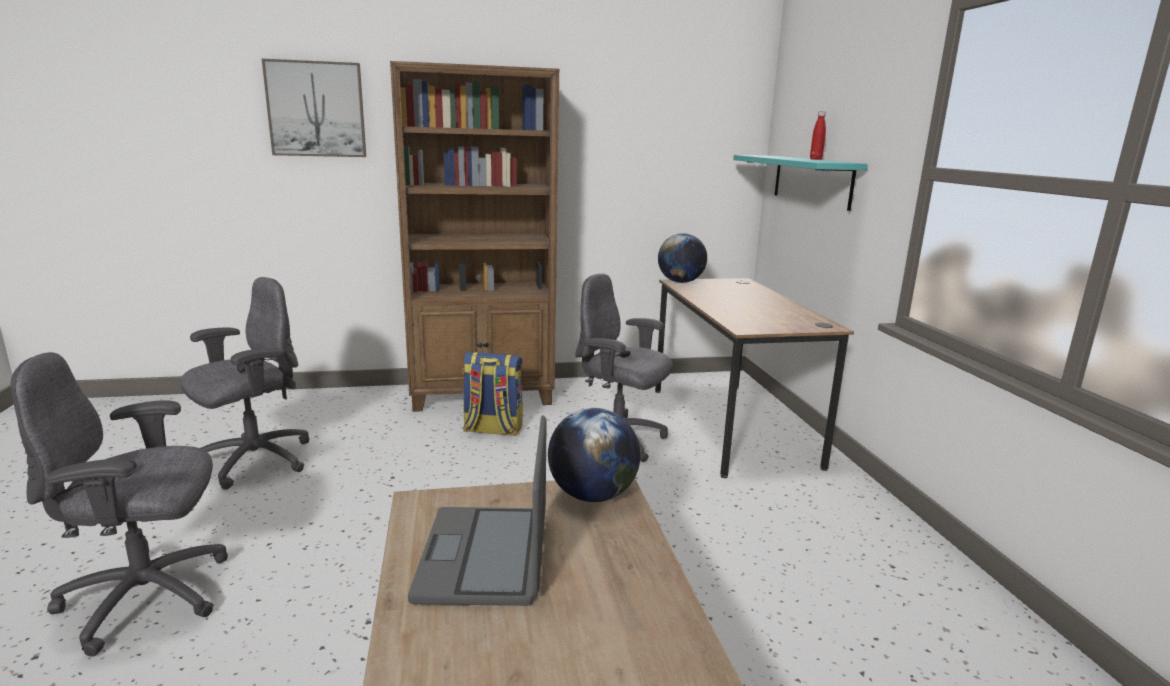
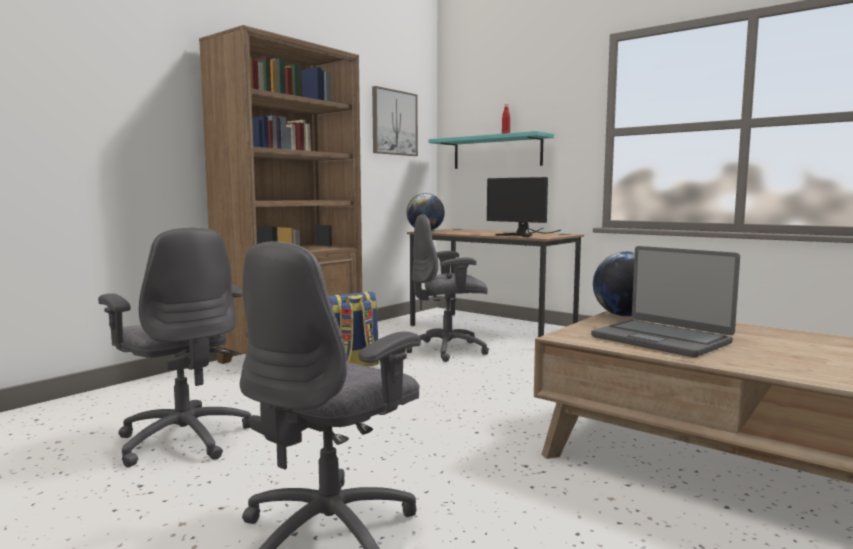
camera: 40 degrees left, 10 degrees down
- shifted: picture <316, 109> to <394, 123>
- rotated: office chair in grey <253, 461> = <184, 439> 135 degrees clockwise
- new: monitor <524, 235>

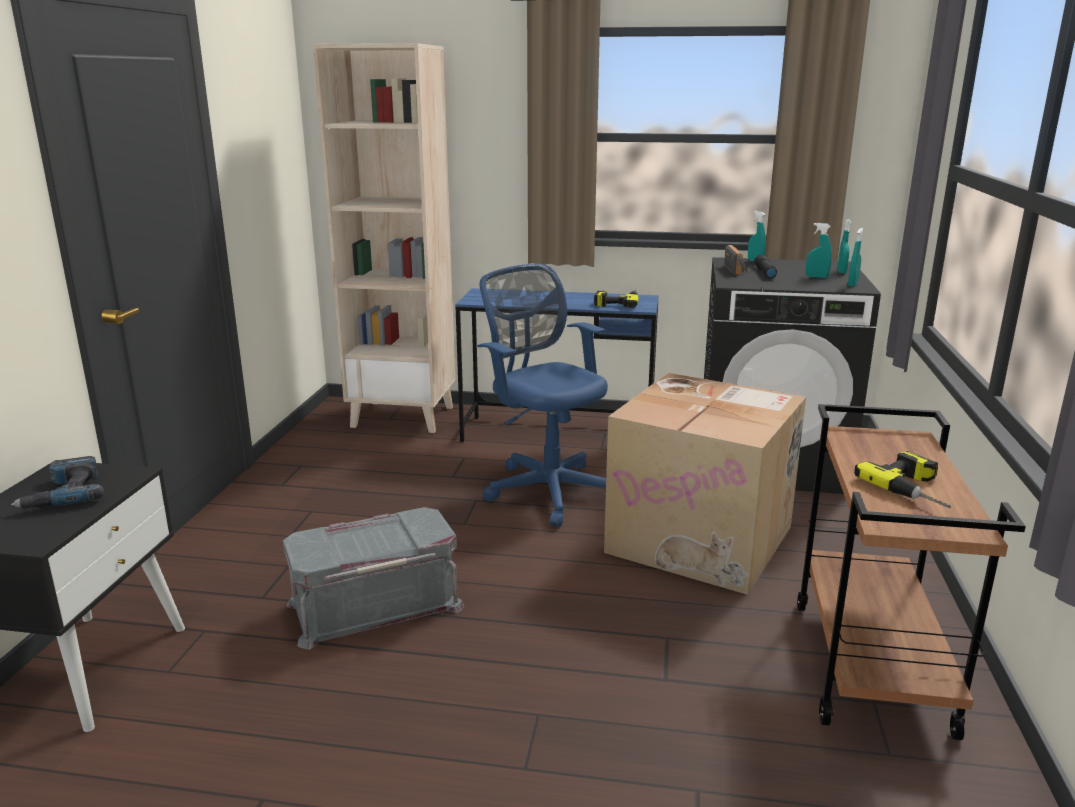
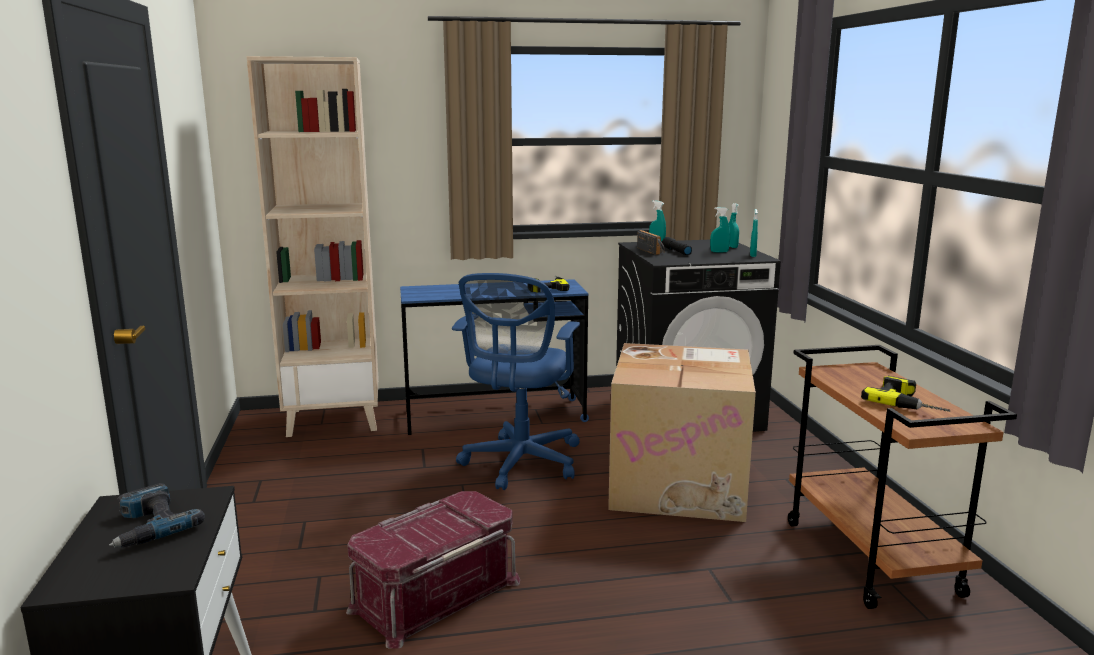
camera: 20 degrees left, 5 degrees down
- rotated: office chair in blue <547, 489> = <520, 464> 105 degrees counterclockwise
- repainted: storage box in grey <375, 604> to storage box in red <434, 594>

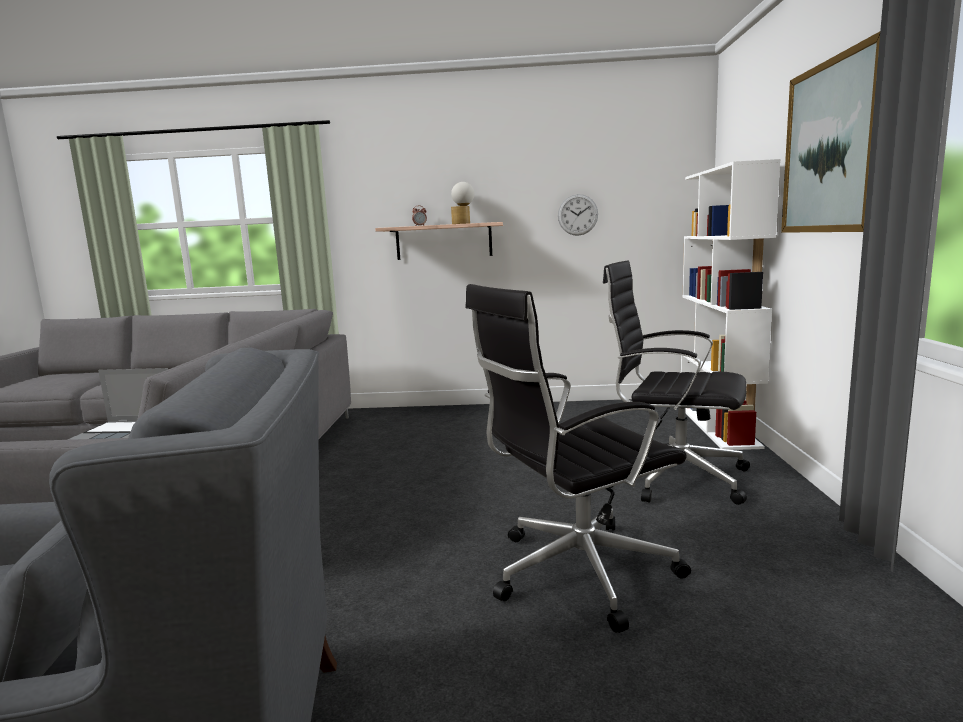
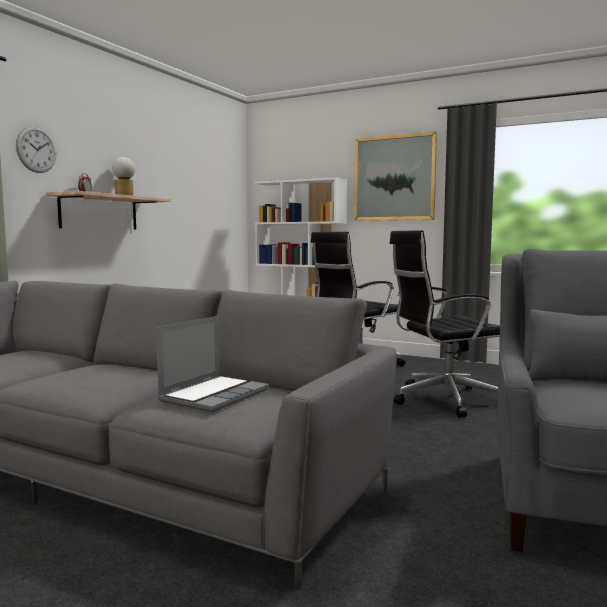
camera: 65 degrees left, 5 degrees down
- shifted: wall clock <577, 215> to <36, 149>
- rotated: office chair in black <576, 572> = <443, 400> 75 degrees clockwise

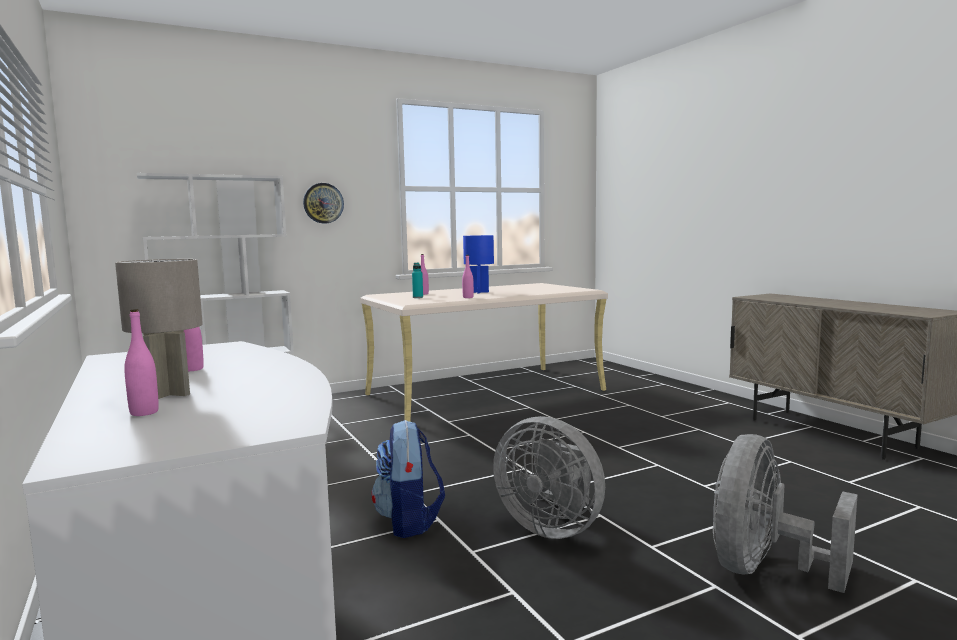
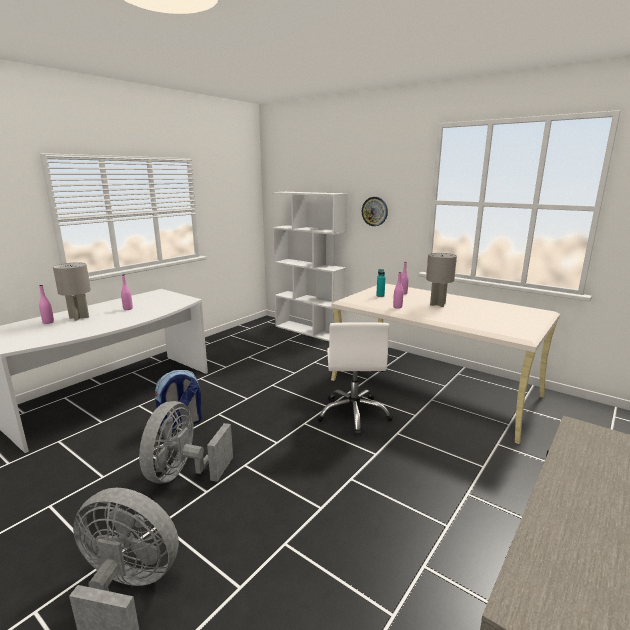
camera: 65 degrees right, 10 degrees up
- repainted: table lamp in blue <479, 292> to table lamp in grey <438, 304>
- new: office chair in white <354, 414>

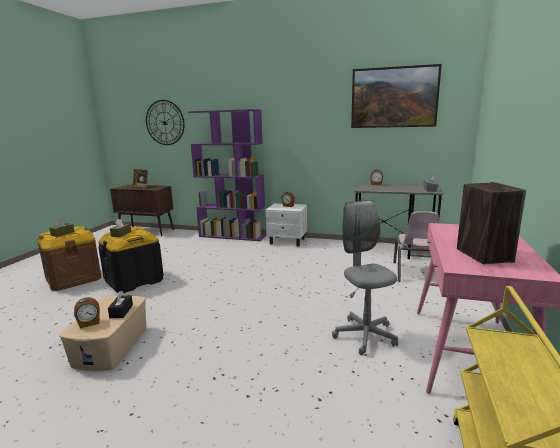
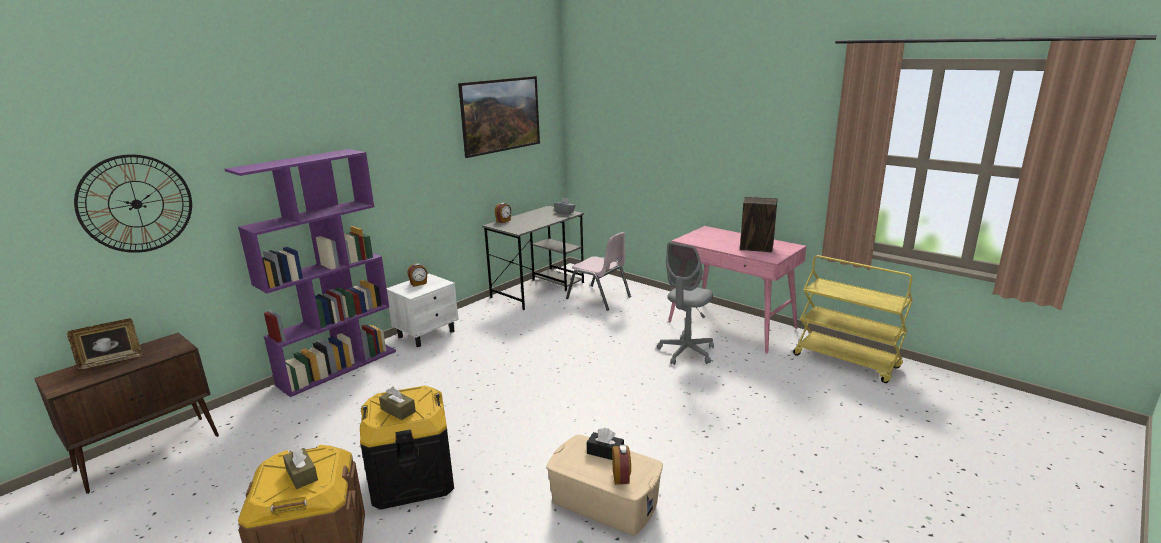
camera: 65 degrees left, 5 degrees up
- rotated: office chair in grey <365, 336> = <686, 352> 60 degrees counterclockwise

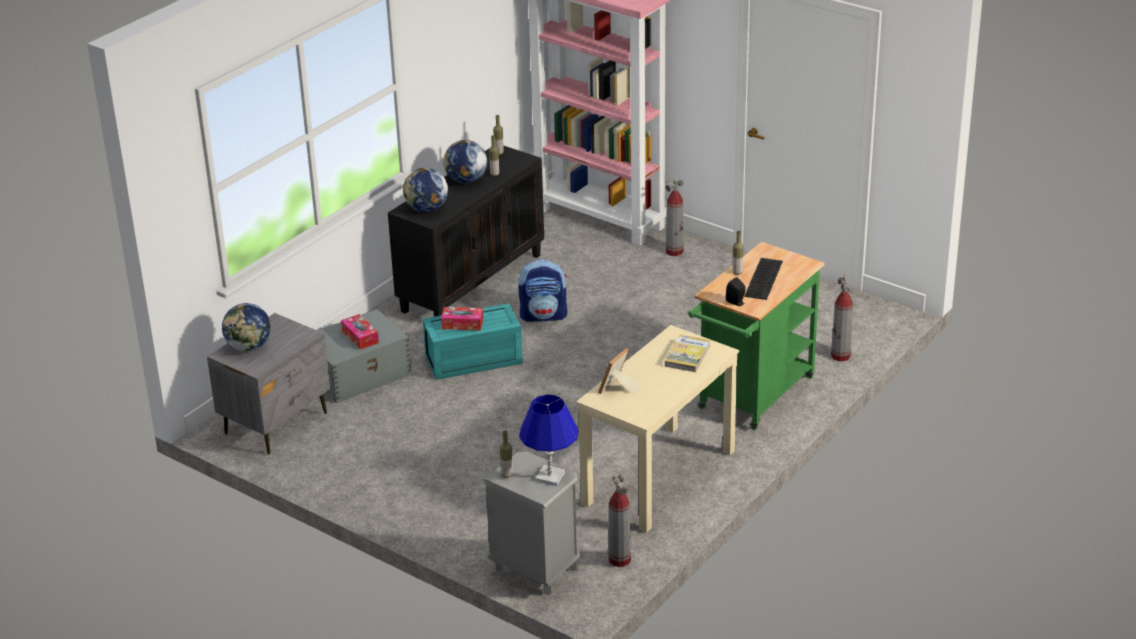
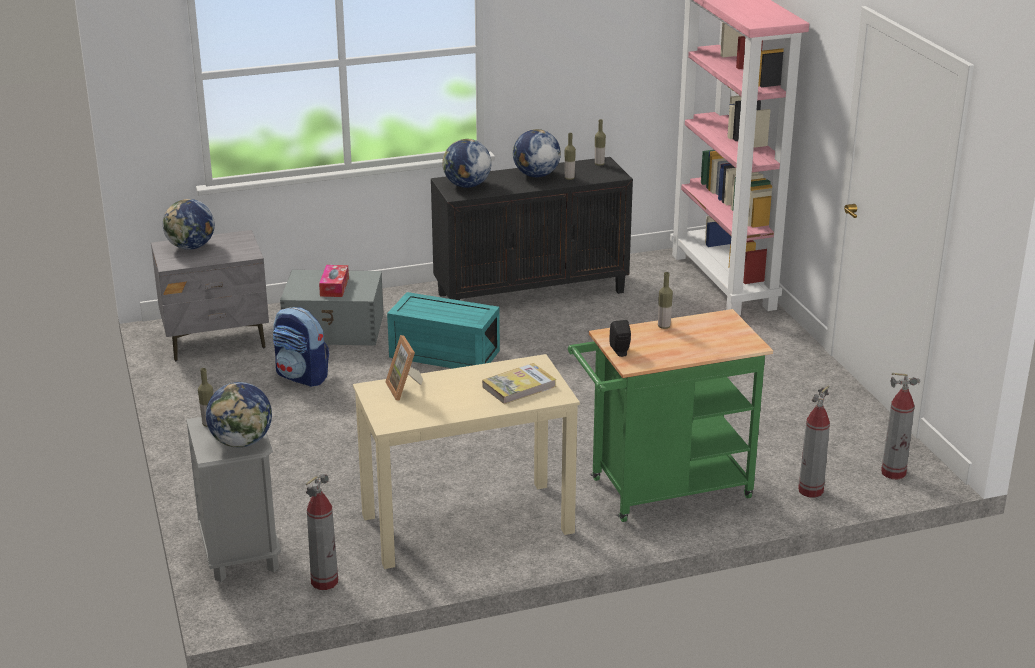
camera: 35 degrees right, 5 degrees down
- shifted: fire extinguisher <674, 251> to <893, 473>
- gone: keyboard <765, 279>
- shifted: backpack <544, 315> to <302, 376>
- gone: tissue box <462, 324>
- rotated: picture frame <617, 389> = <405, 389> 90 degrees counterclockwise
- swapped: table lamp in blue <550, 476> to globe <242, 442>

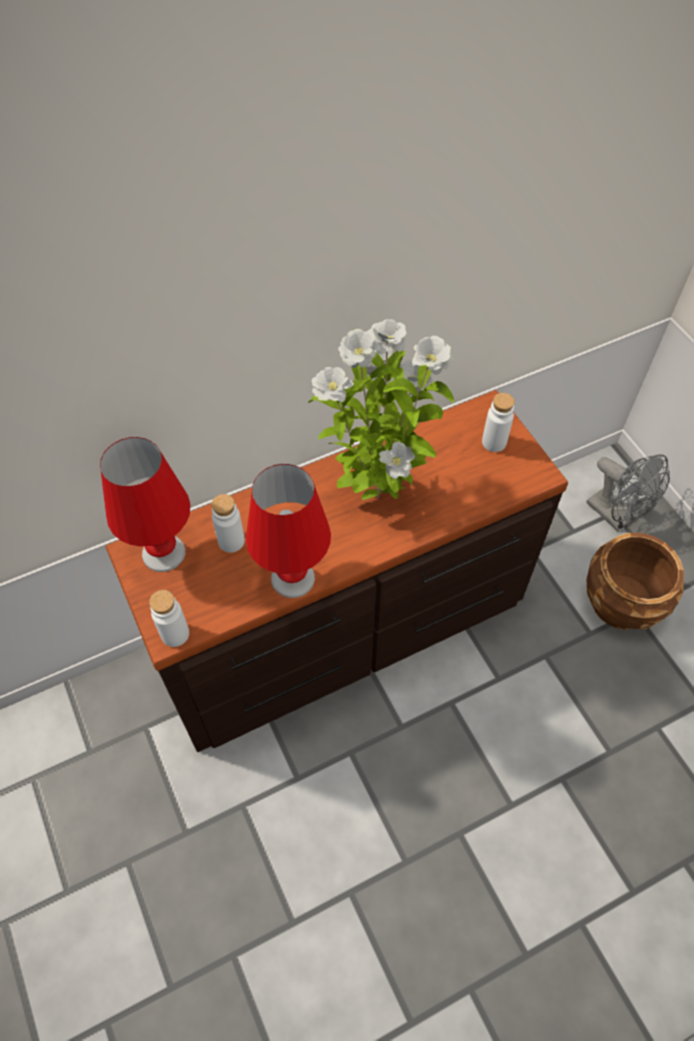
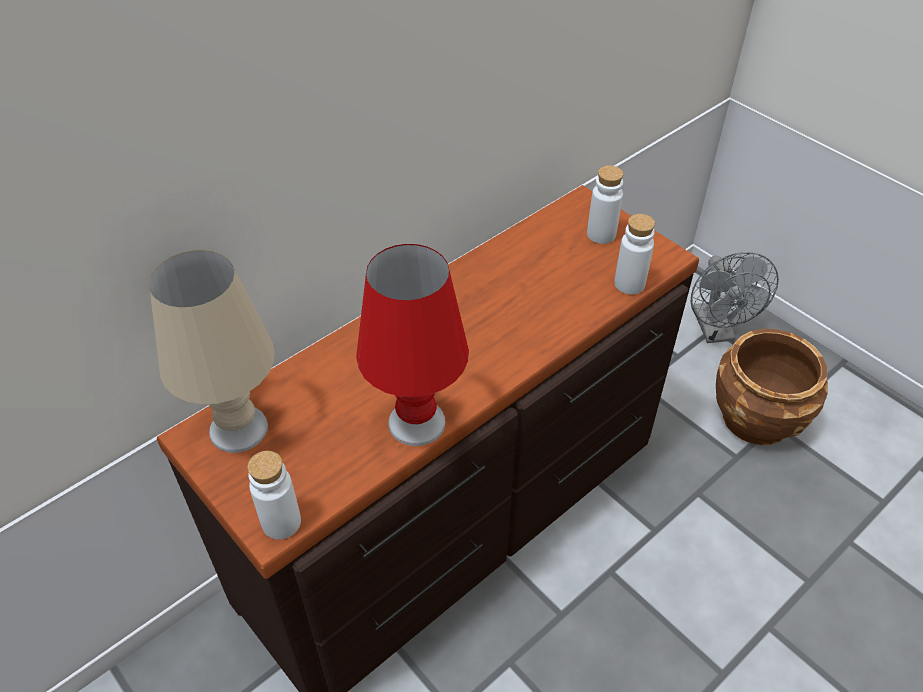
camera: 15 degrees left, 10 degrees down
- gone: potted plant <378, 495>
- repainted: table lamp in red <163, 552> to table lamp in beige <238, 428>
- rotated: fan in grey <616, 515> = <716, 331> 45 degrees clockwise
- shifted: bottle in white <231, 541> to <629, 284>

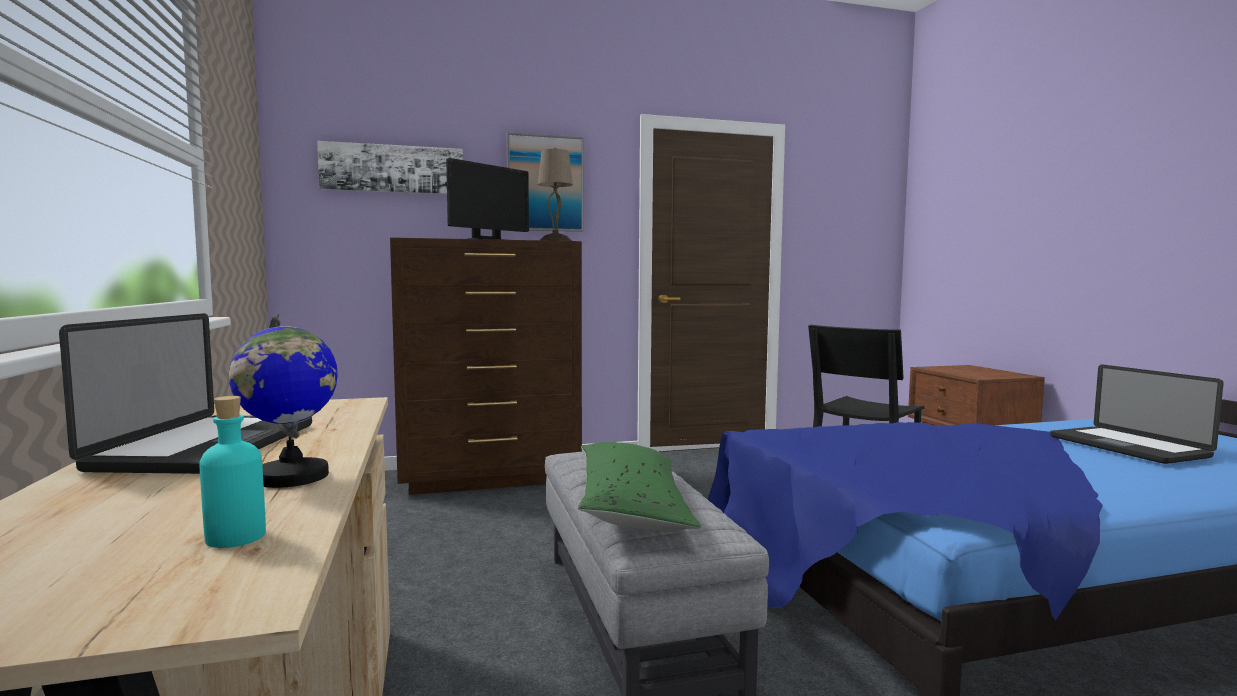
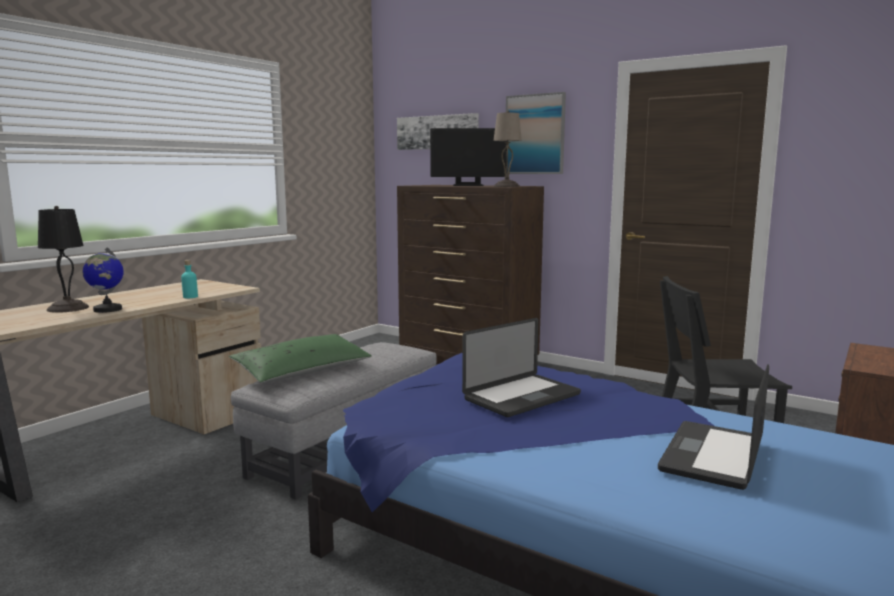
camera: 50 degrees right, 5 degrees up
- shifted: laptop <208, 446> to <522, 397>
- shifted: bottle in turquoise <235, 537> to <190, 297>
- new: table lamp in black <67, 308>

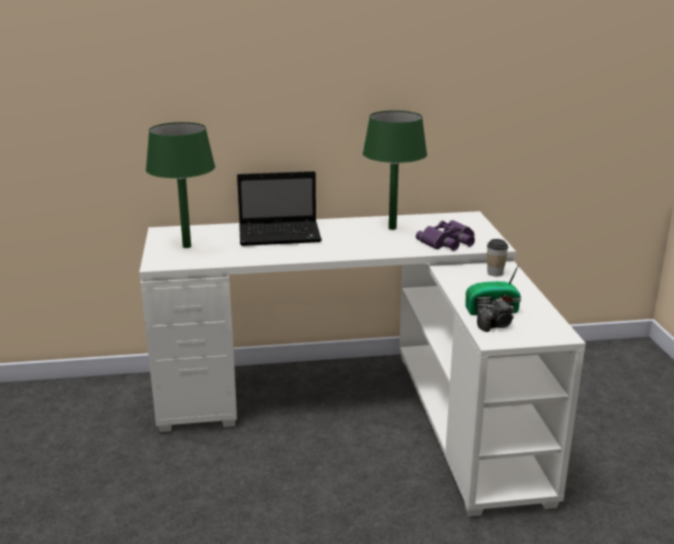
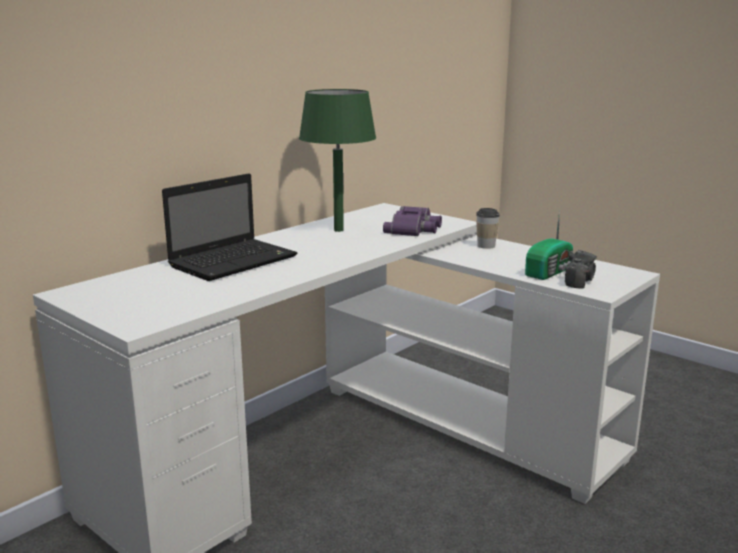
camera: 40 degrees left, 5 degrees down
- gone: table lamp in green <186, 246>

